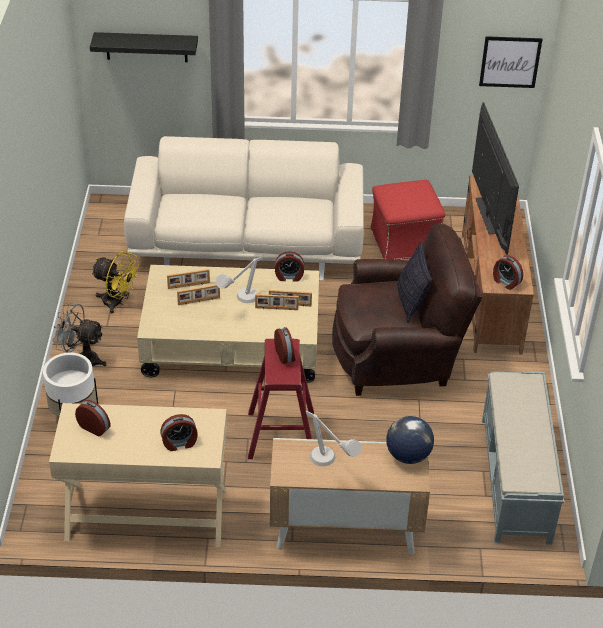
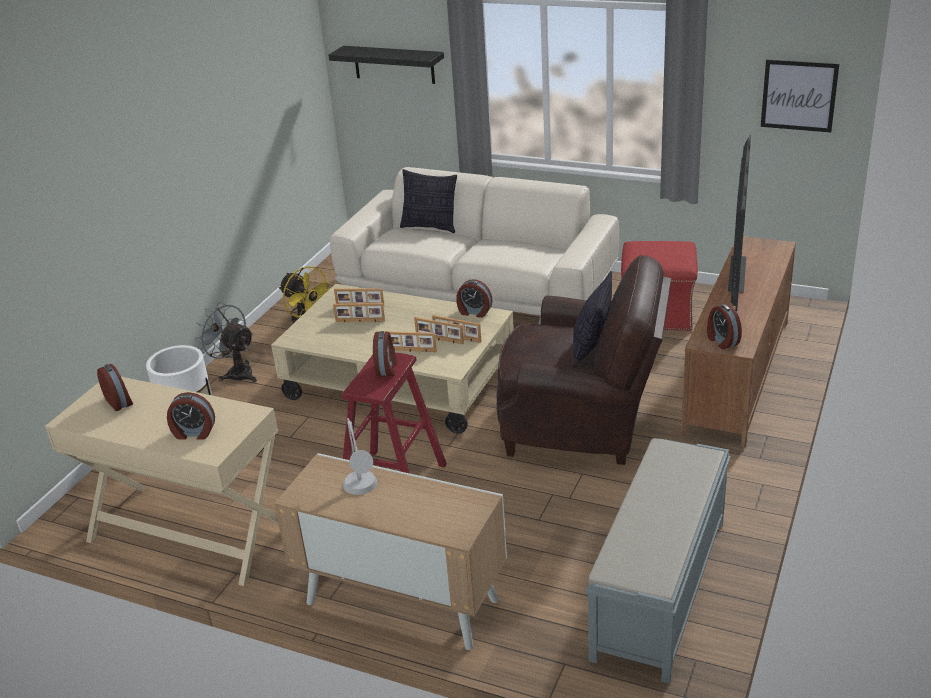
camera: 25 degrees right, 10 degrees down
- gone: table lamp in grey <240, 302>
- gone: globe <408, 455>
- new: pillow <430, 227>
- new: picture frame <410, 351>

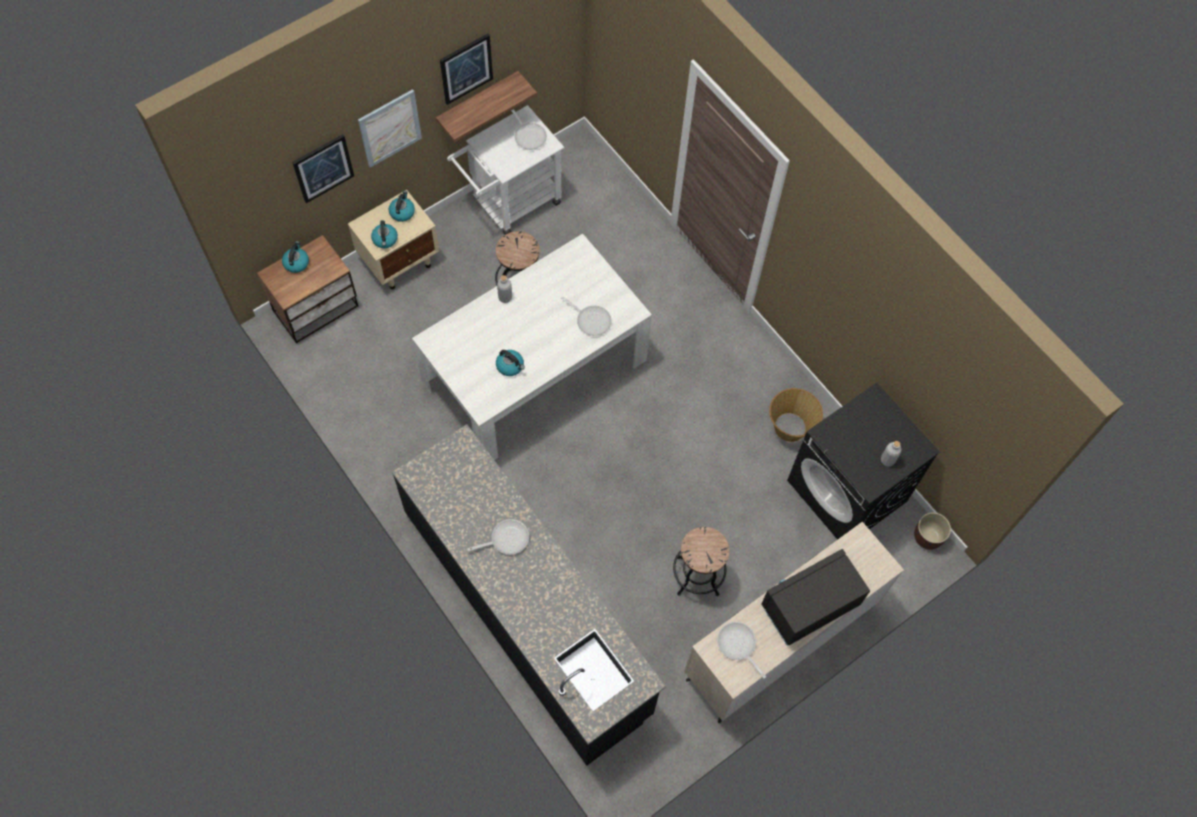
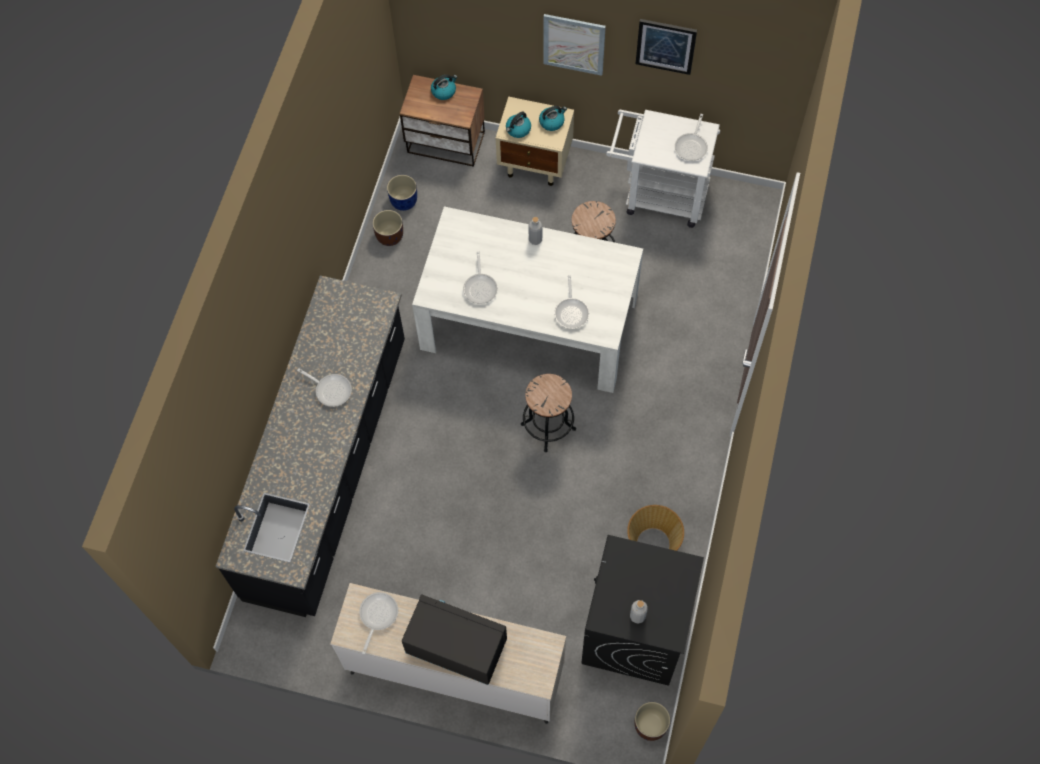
camera: 55 degrees right, 0 degrees up
- gone: shelf <478, 103>
- gone: picture <323, 168>
- swapped: kettle <510, 366> to frying pan <480, 287>
- shifted: stool in black <697, 575> to <548, 426>
- new: planter in blue <403, 201>
- new: planter in brown <390, 235>

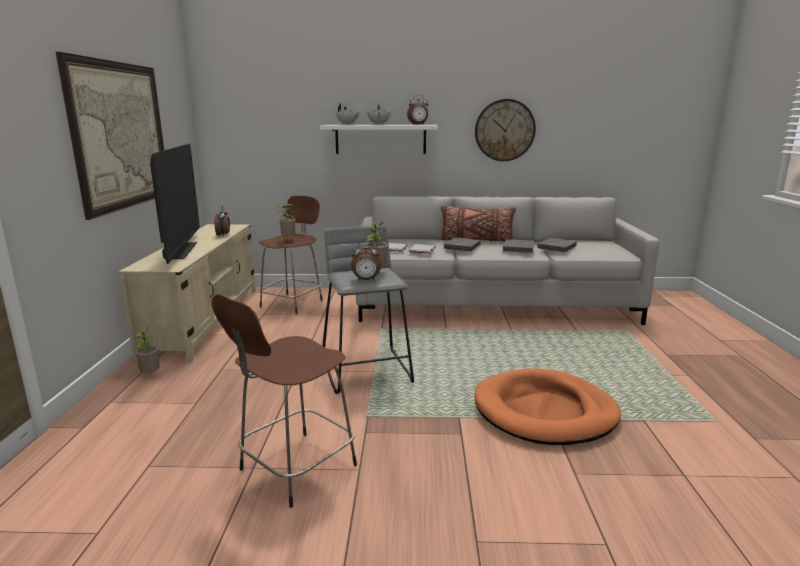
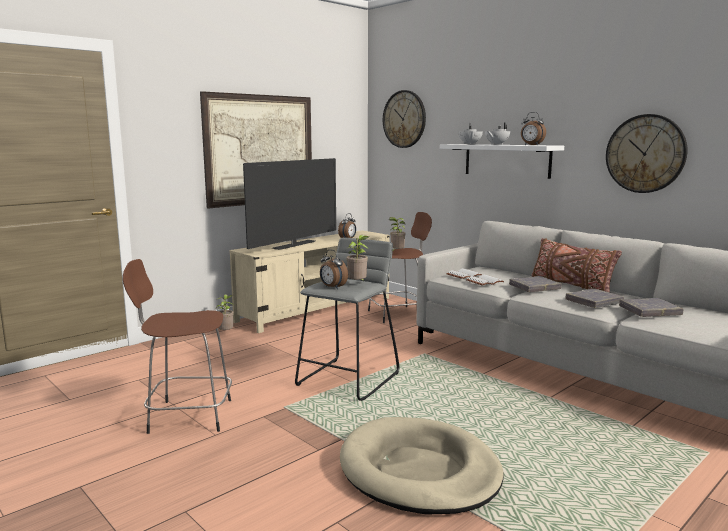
camera: 45 degrees right, 5 degrees down
- repainted: dog bed in orange <545, 412> to dog bed in beige <419, 471>
- new: wall clock <404, 119>

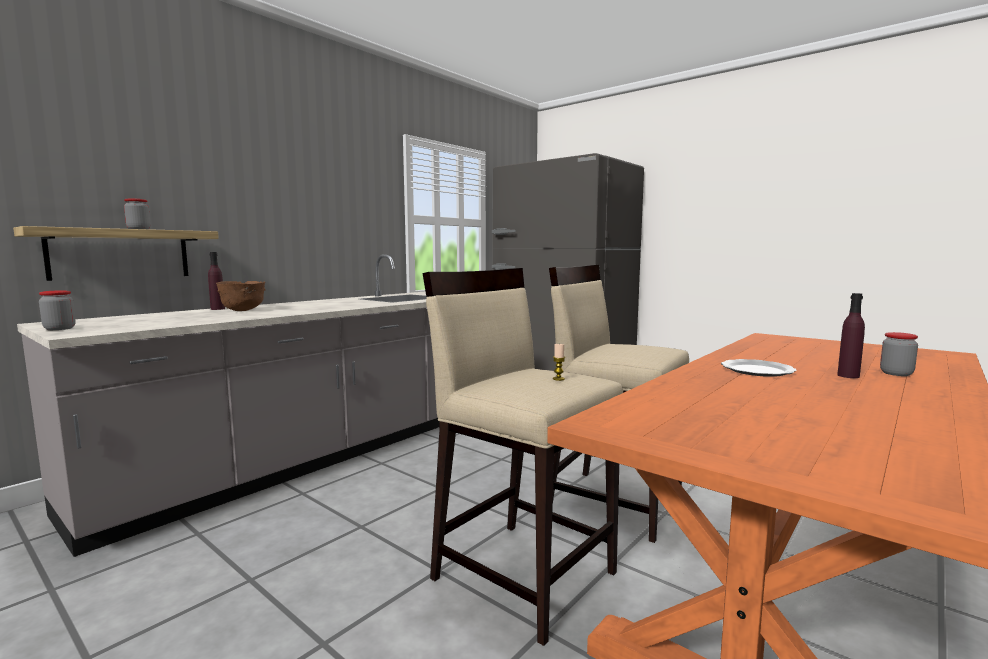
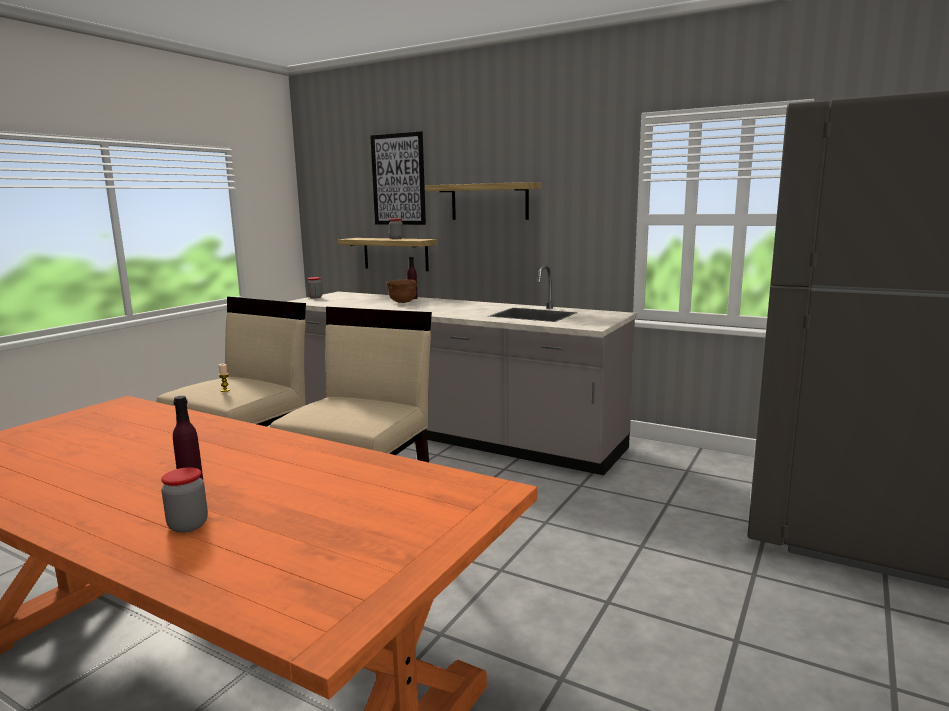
camera: 80 degrees right, 5 degrees up
- gone: plate <756, 370>
- new: picture <398, 179>
- new: shelf <489, 202>

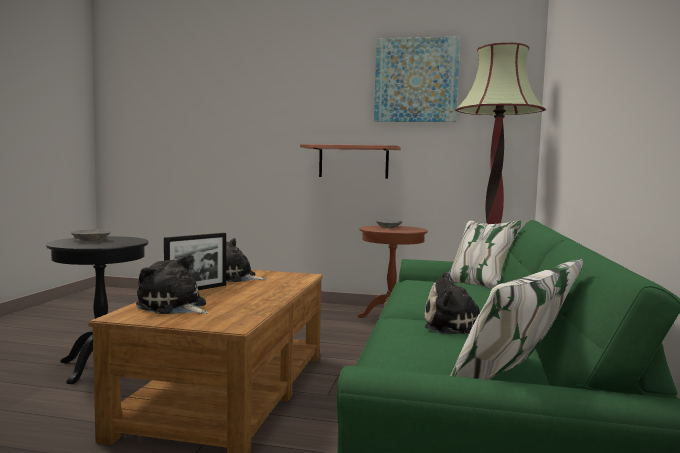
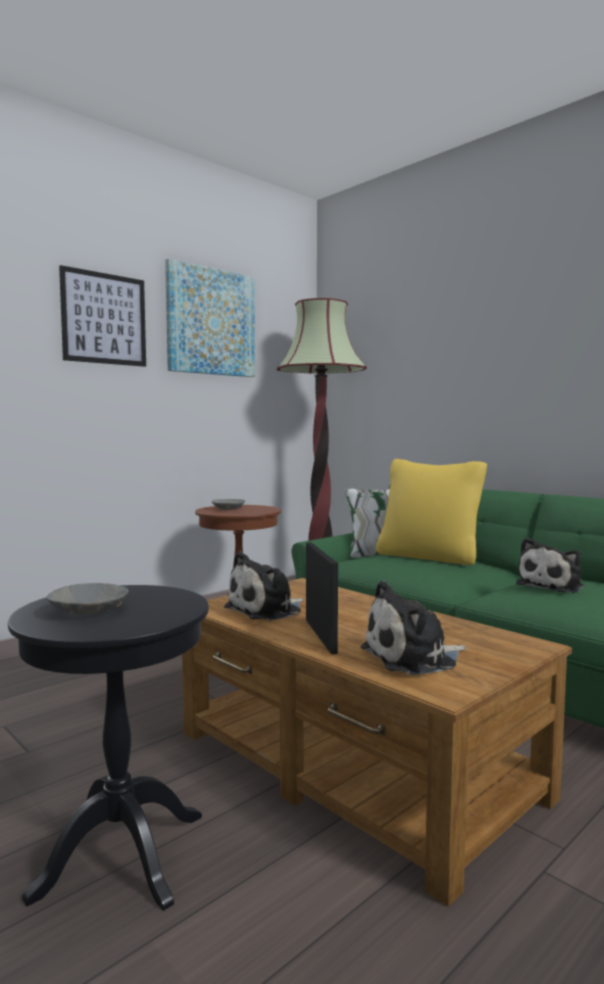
camera: 55 degrees left, 0 degrees up
- gone: shelf <353, 162>
- new: picture <104, 318>
- new: pillow in yellow <429, 557>

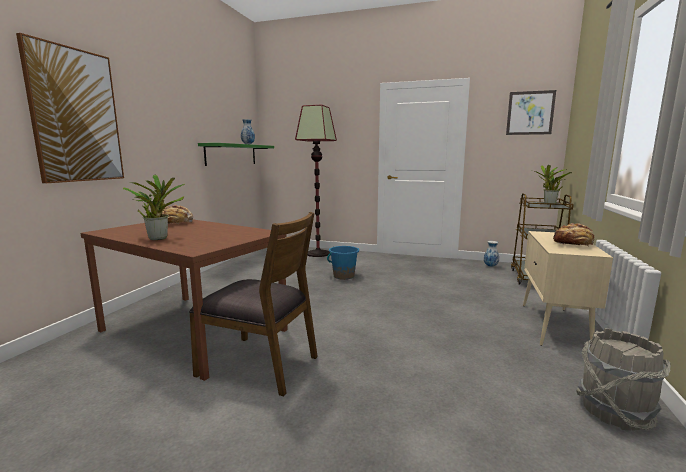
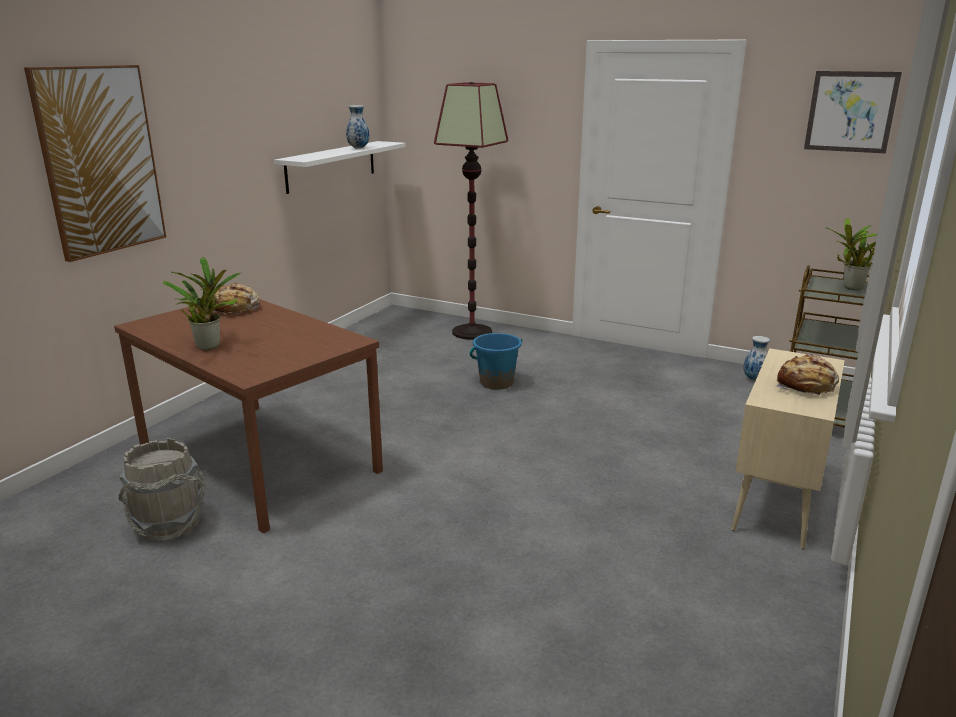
camera: 10 degrees right, 10 degrees up
- repainted: shelf in green <231, 154> to shelf in white <331, 166>
- gone: chair in brown <260, 365>
- shifted: bucket in grey <614, 412> to <169, 525>

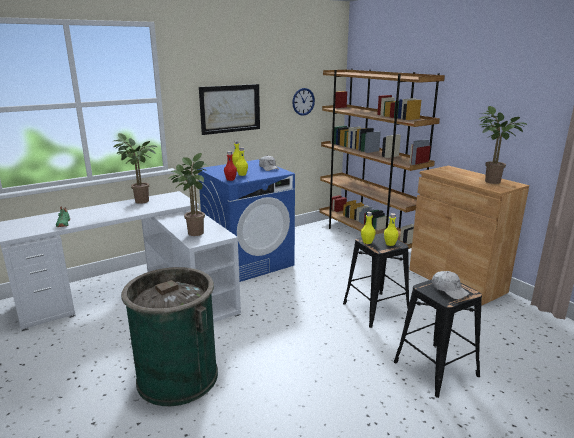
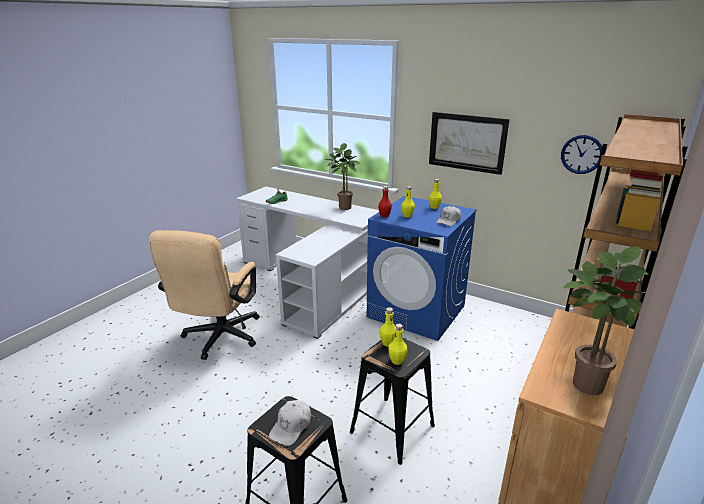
camera: 65 degrees right, 5 degrees up
- gone: potted plant <194, 232>
- swapped: trash can in green <177, 377> to office chair in beige <219, 339>

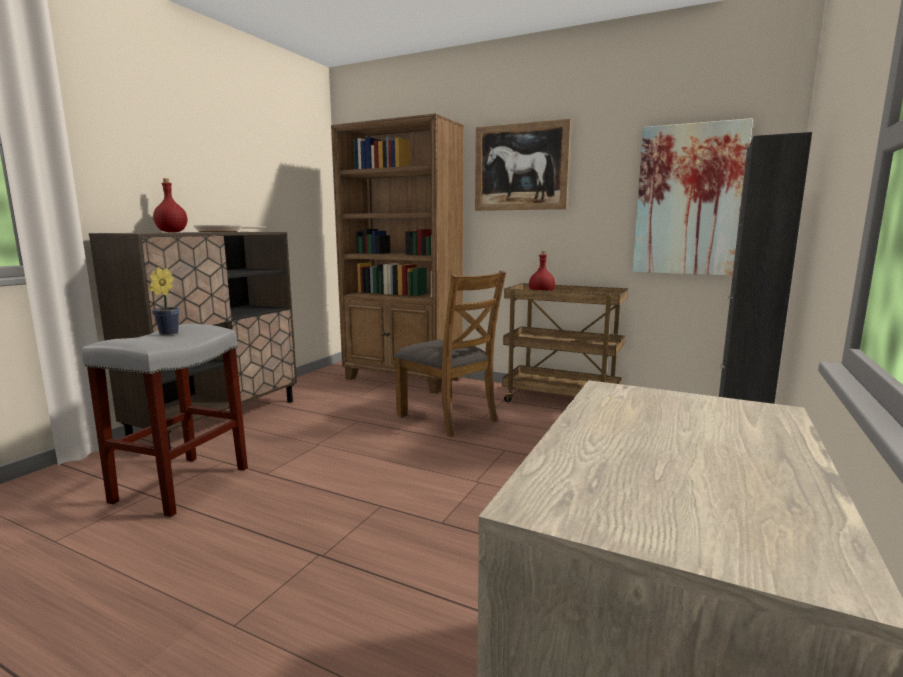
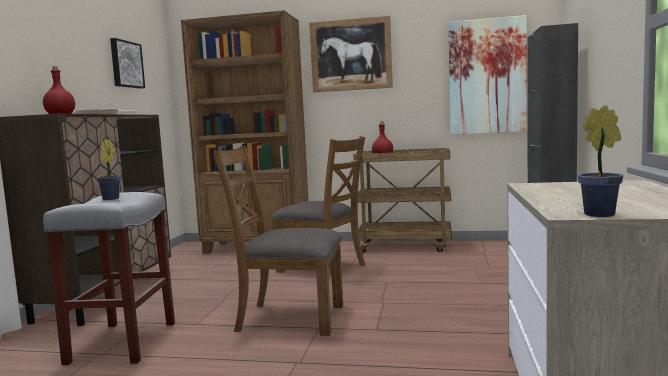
camera: 15 degrees left, 5 degrees down
- new: picture <126, 64>
- new: potted plant <603, 214>
- new: chair in brown <289, 318>

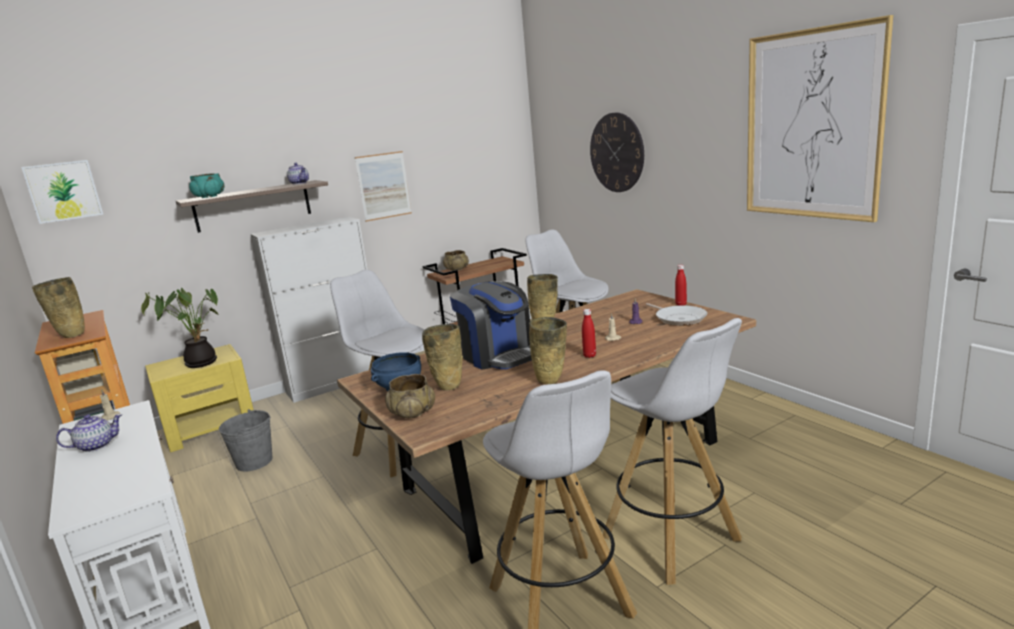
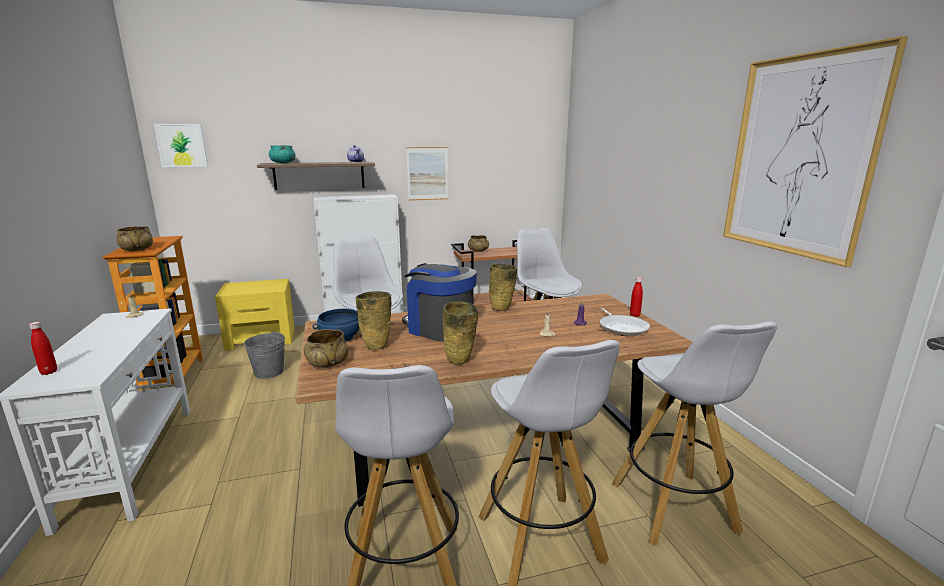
camera: 15 degrees right, 0 degrees up
- gone: wall clock <616, 152>
- swapped: vase in beige <70, 335> to bowl in beige <137, 249>
- rotated: coffee machine <498, 355> = <439, 328> 150 degrees clockwise
- gone: potted plant <200, 362>
- shifted: bottle in red <589, 355> to <49, 372>
- gone: teapot <96, 445>
- new: stool in white <674, 508>

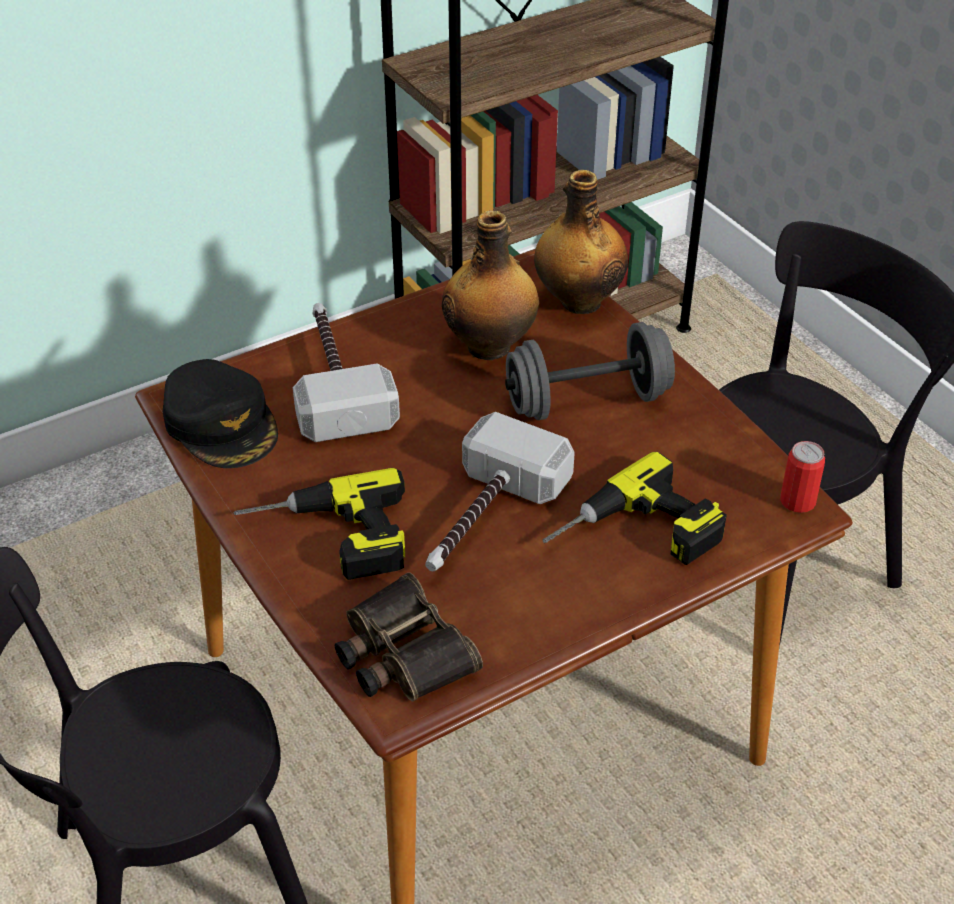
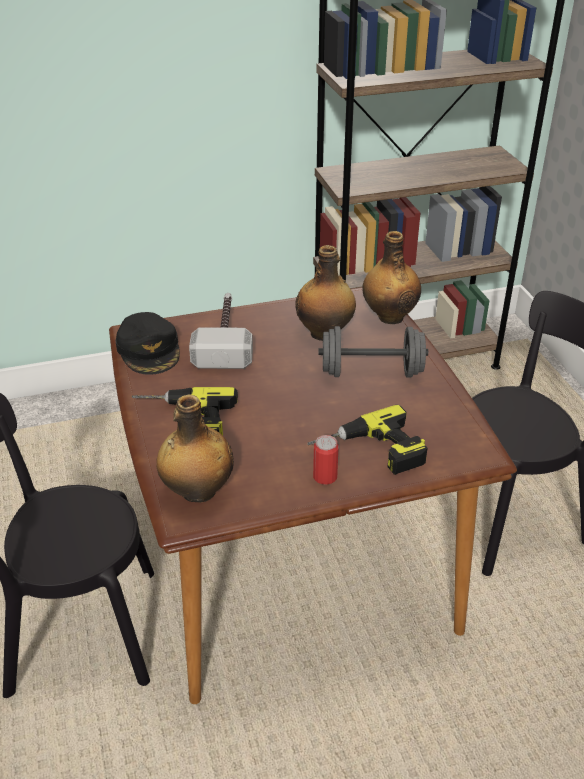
camera: 15 degrees right, 5 degrees down
- gone: hammer <483, 518>
- shifted: can <797, 501> to <325, 477>
- swapped: binoculars <401, 653> to bottle <197, 491>

